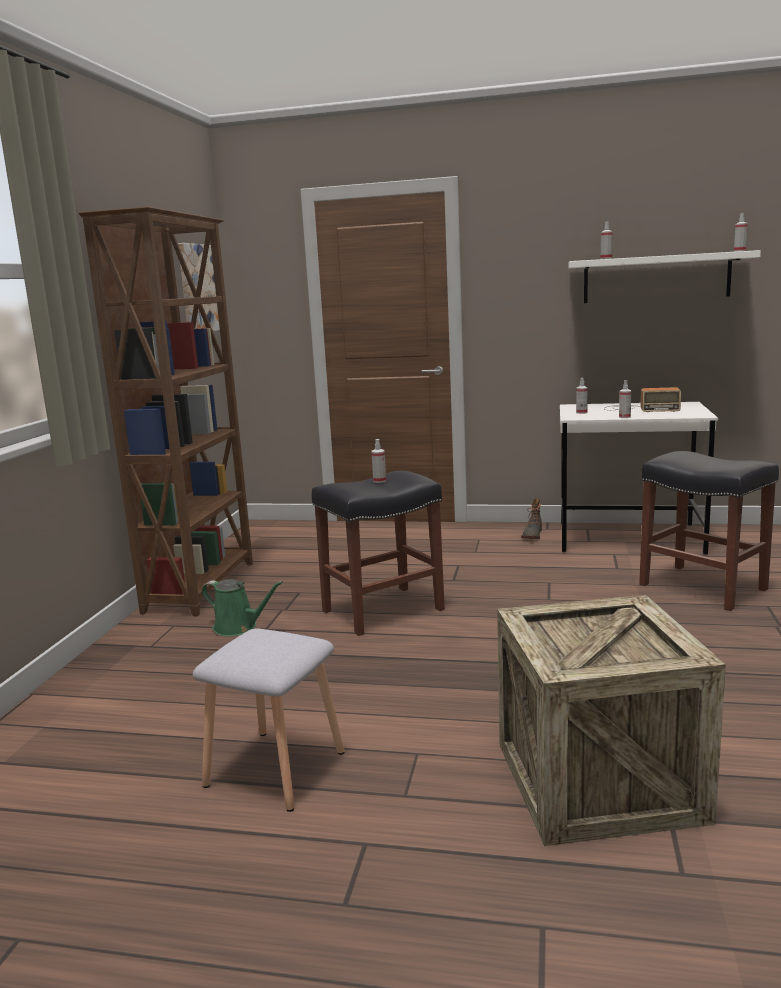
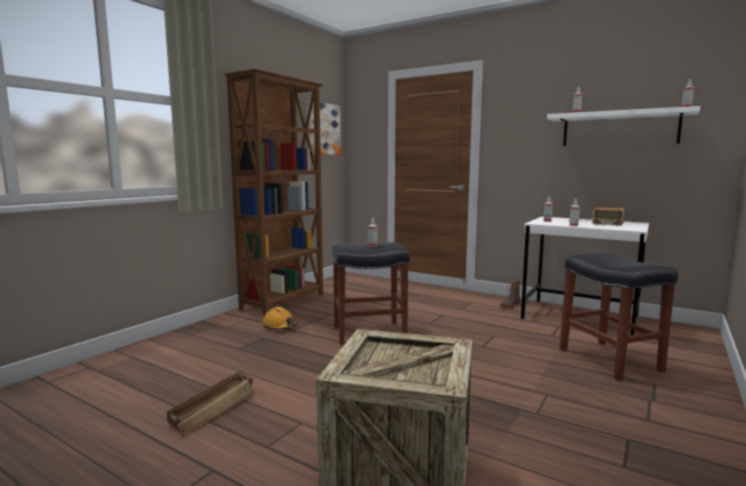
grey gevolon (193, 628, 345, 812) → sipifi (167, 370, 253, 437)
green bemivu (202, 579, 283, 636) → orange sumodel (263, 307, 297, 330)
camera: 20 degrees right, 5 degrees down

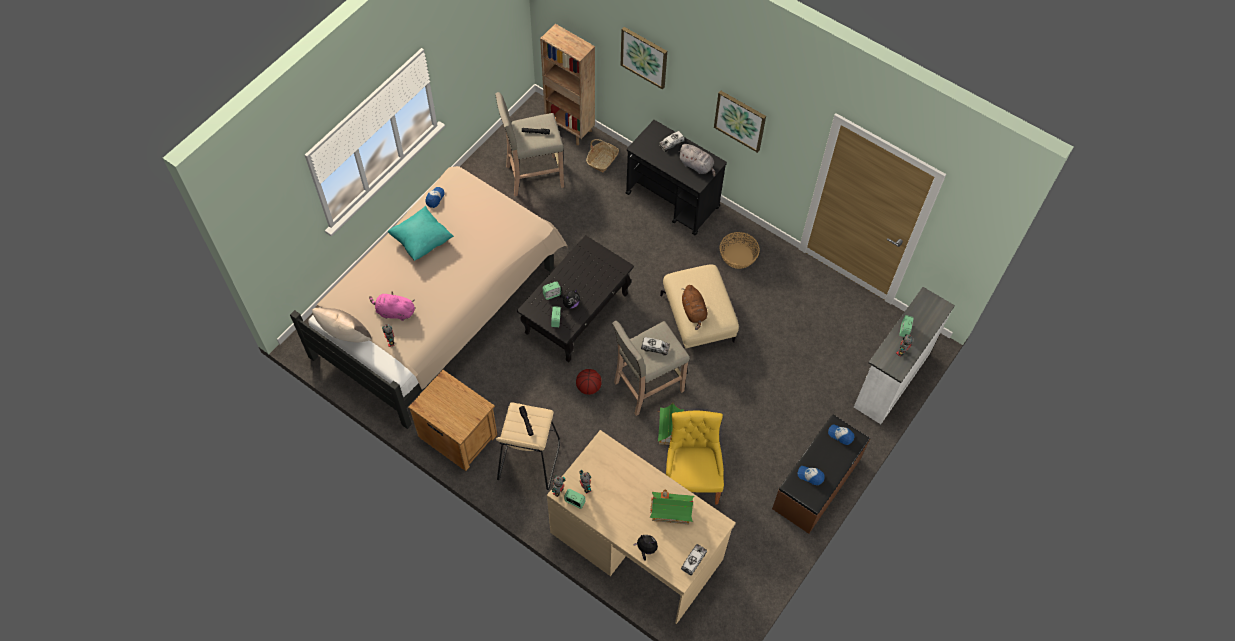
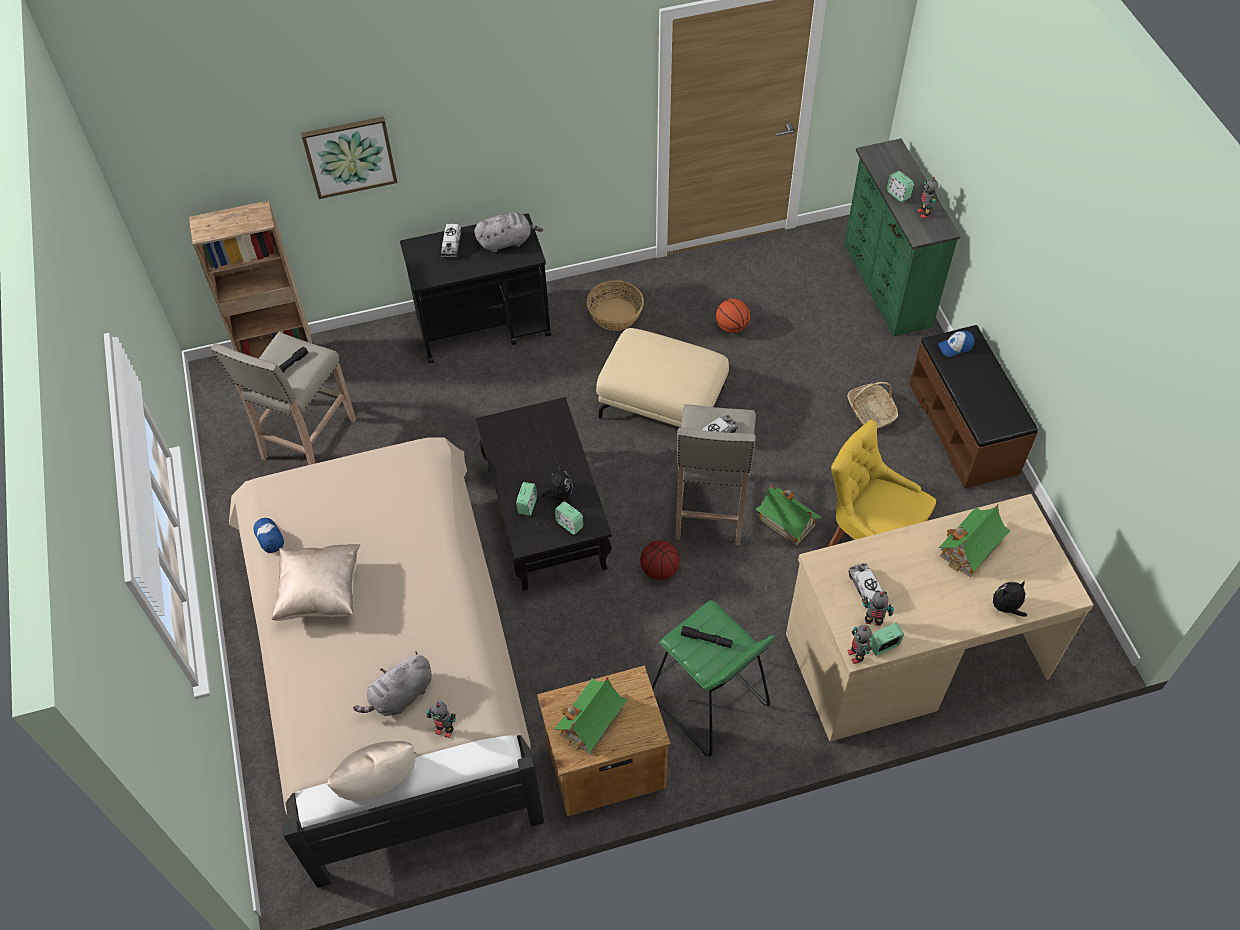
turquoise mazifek (388, 206, 454, 261) → beige mazifek (271, 544, 360, 621)
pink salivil (369, 291, 415, 321) → grey salivil (353, 651, 431, 716)
- → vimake (554, 677, 628, 755)
beige gevolon (496, 402, 560, 490) → green gevolon (652, 600, 775, 756)
- → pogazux (716, 299, 750, 333)
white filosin (854, 287, 955, 424) → green filosin (844, 139, 961, 337)
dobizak (586, 139, 619, 172) → dobizak (847, 382, 898, 429), moved
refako (681, 544, 707, 576) → refako (848, 563, 883, 609), moved
brown salivil (681, 285, 707, 330) → -
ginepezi (714, 91, 766, 153) → -
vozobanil (798, 466, 825, 485) → -
camera: 50 degrees left, 5 degrees down

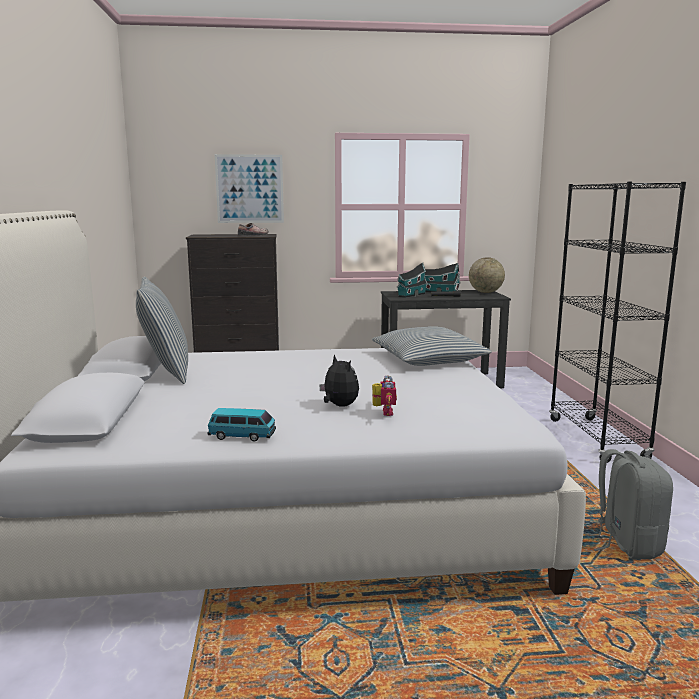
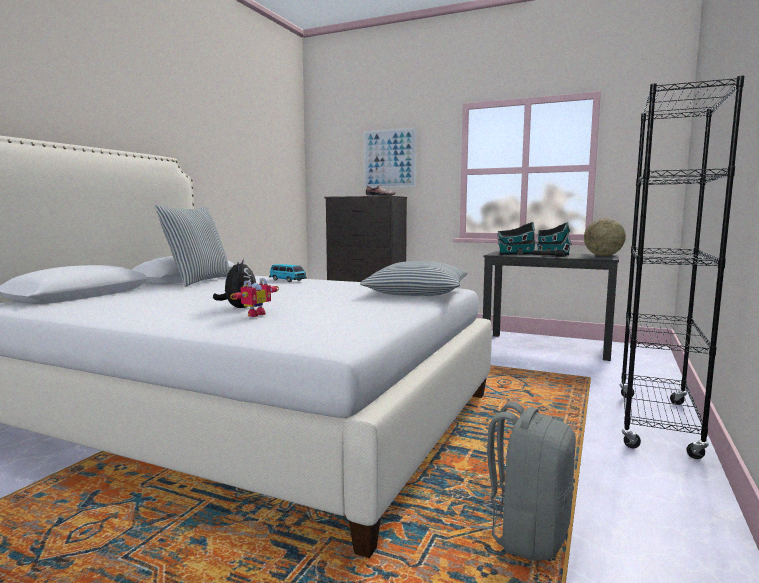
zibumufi (207, 408, 276, 442) → zibumufi (269, 264, 307, 282), moved
camera: 30 degrees right, 5 degrees down

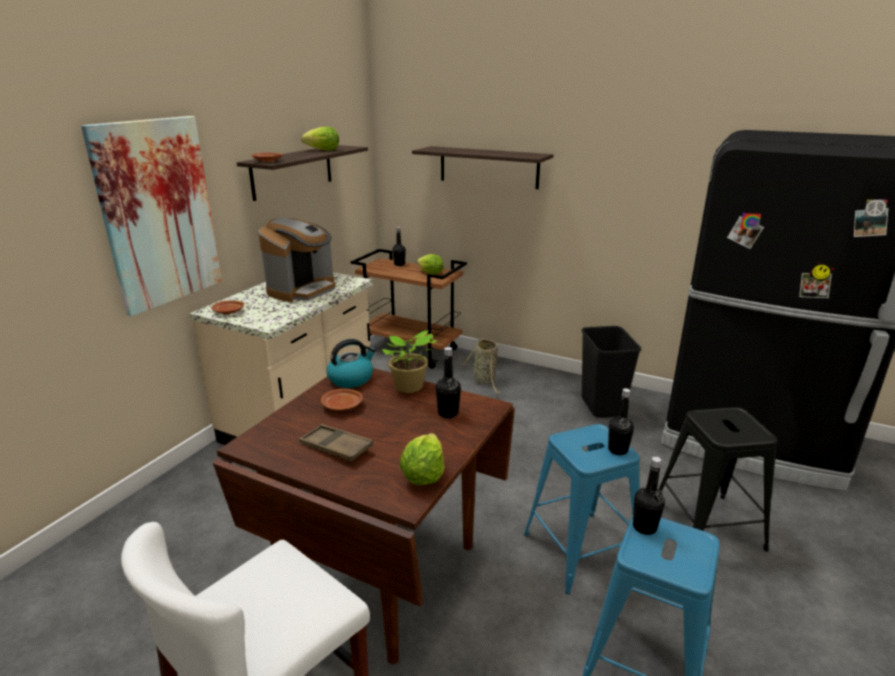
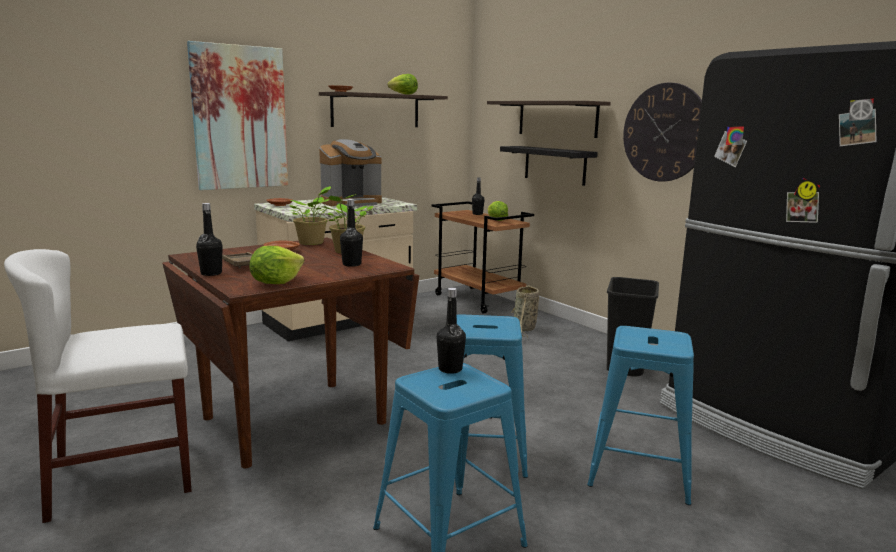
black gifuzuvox (608, 388, 634, 455) → black gifuzuvox (196, 203, 222, 276), moved
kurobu (327, 339, 376, 388) → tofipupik (290, 186, 331, 245)
- → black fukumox (500, 146, 598, 186)
black gevolon (659, 407, 777, 552) → blue gevolon (587, 326, 694, 505)
- → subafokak (623, 83, 702, 182)
camera: 25 degrees right, 10 degrees down

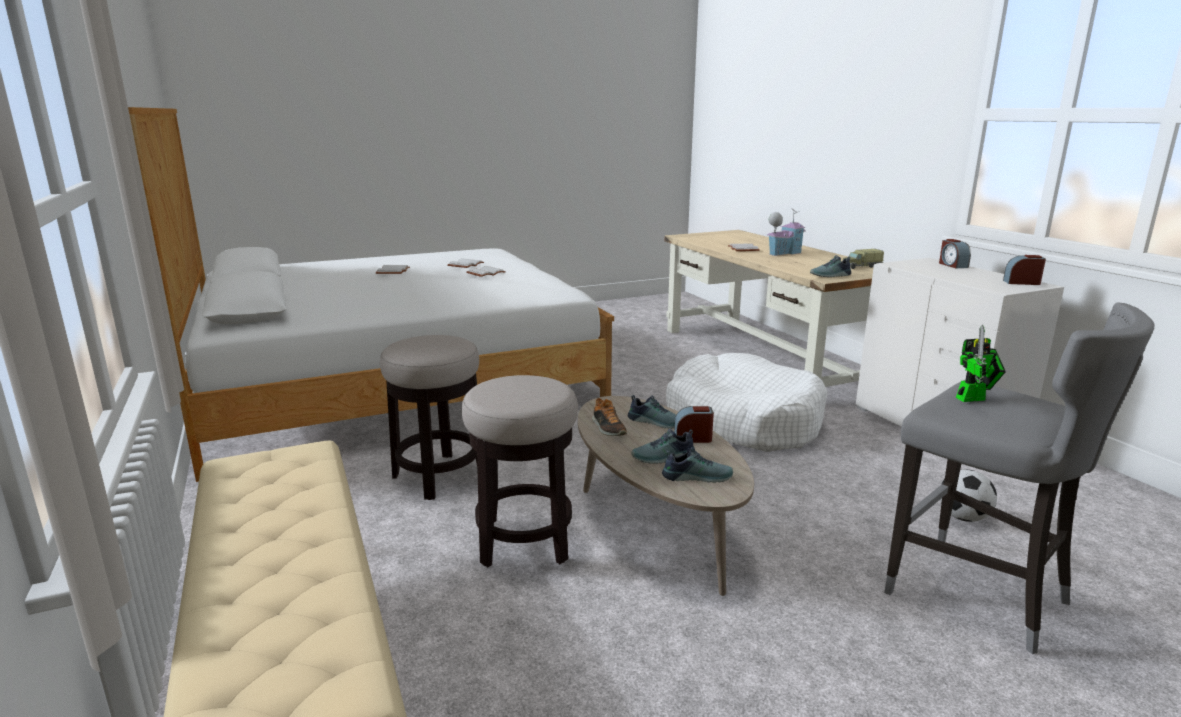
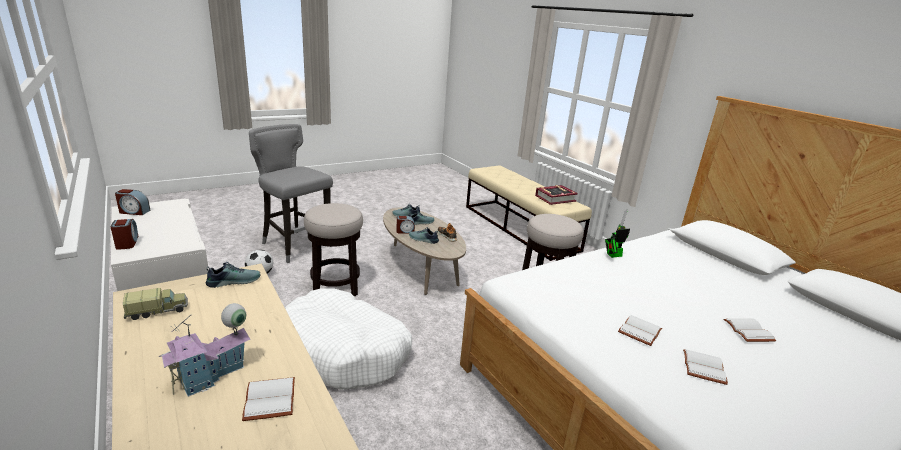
gevolon (462, 375, 578, 567) → gevolon (304, 203, 363, 297), moved
- → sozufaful (535, 185, 578, 205)
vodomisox (956, 325, 1006, 402) → vodomisox (605, 209, 630, 258), moved
camera: 170 degrees right, 5 degrees up

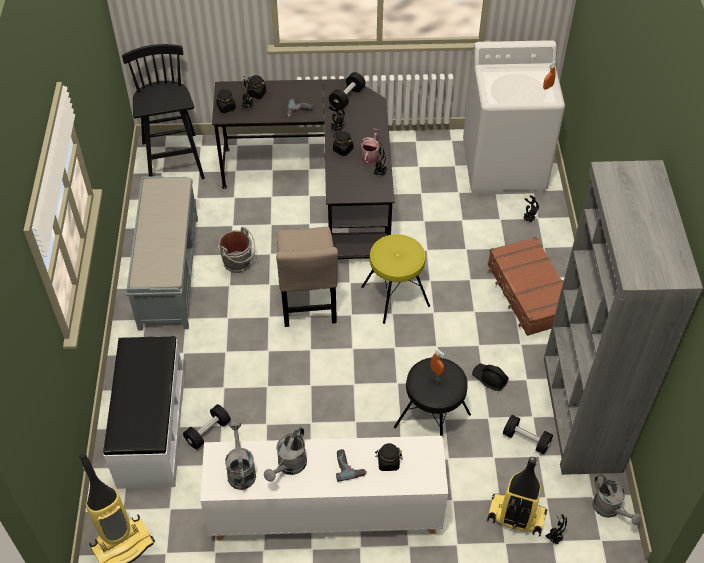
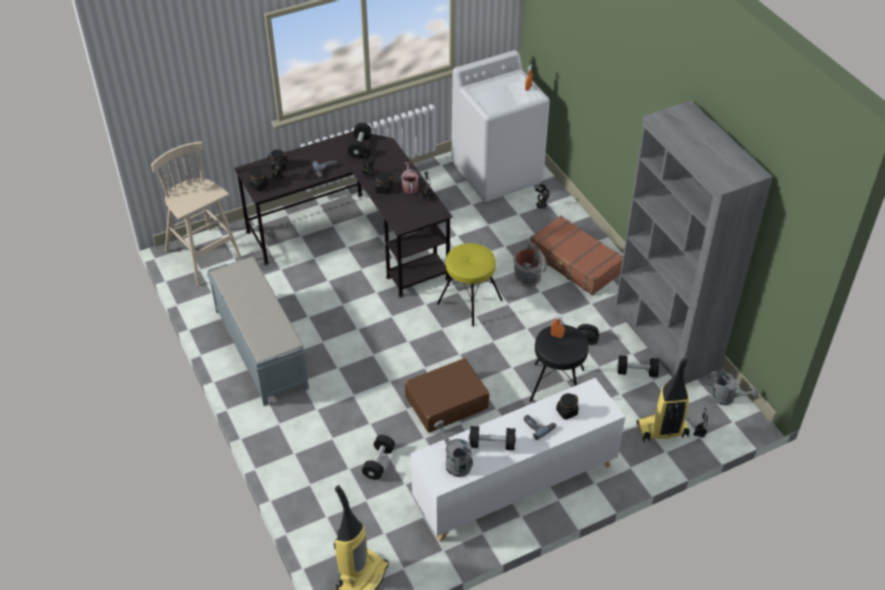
black gevolon (122, 44, 205, 179) → beige gevolon (151, 141, 242, 286)
- → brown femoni (405, 358, 490, 432)
grey bemivu (264, 427, 307, 482) → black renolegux (469, 426, 516, 450)
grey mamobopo (218, 227, 255, 273) → grey mamobopo (513, 243, 547, 287), moved
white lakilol (103, 336, 185, 489) → -
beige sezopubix (276, 227, 338, 327) → -
camera: 25 degrees left, 5 degrees down

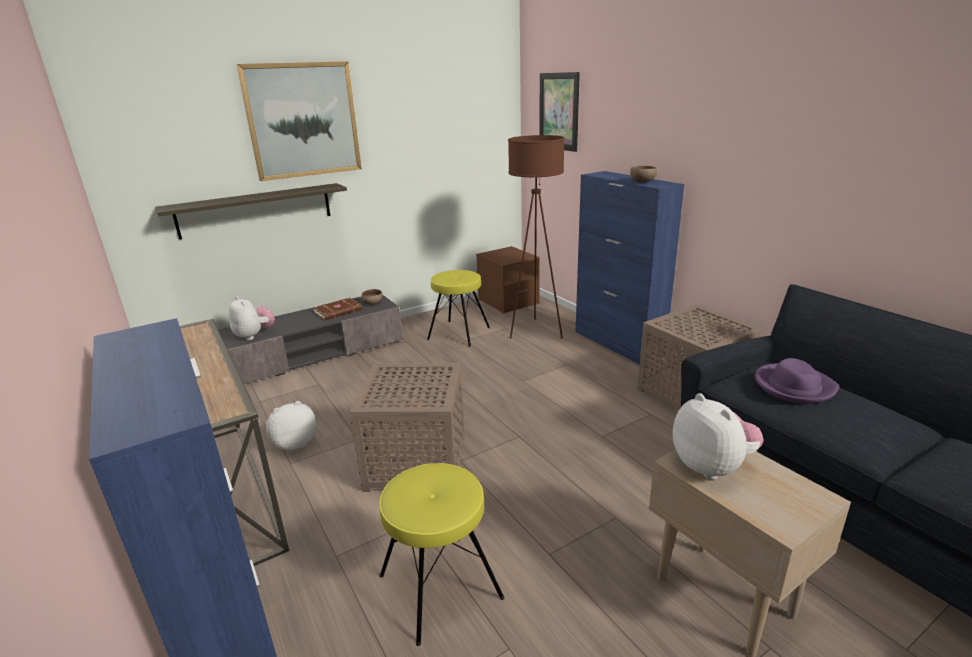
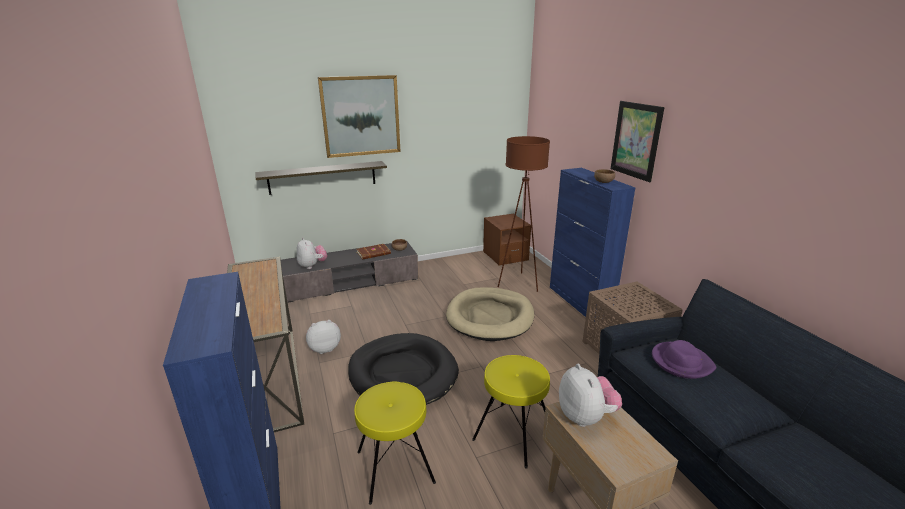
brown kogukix (350, 363, 465, 492) → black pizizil (348, 333, 459, 405)
- → beige pizizil (446, 287, 534, 341)
yellow gevolon (427, 270, 490, 347) → yellow gevolon (472, 355, 550, 469), moved
ginepezi (539, 72, 580, 152) → ginepezi (611, 101, 665, 182), moved
camera: 10 degrees right, 0 degrees up

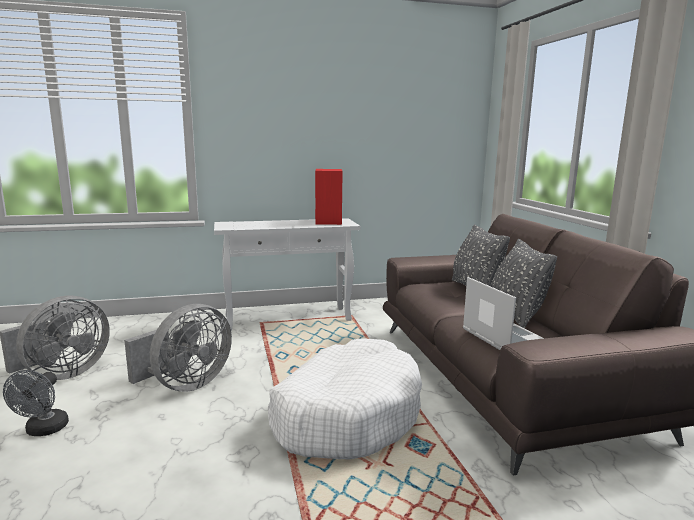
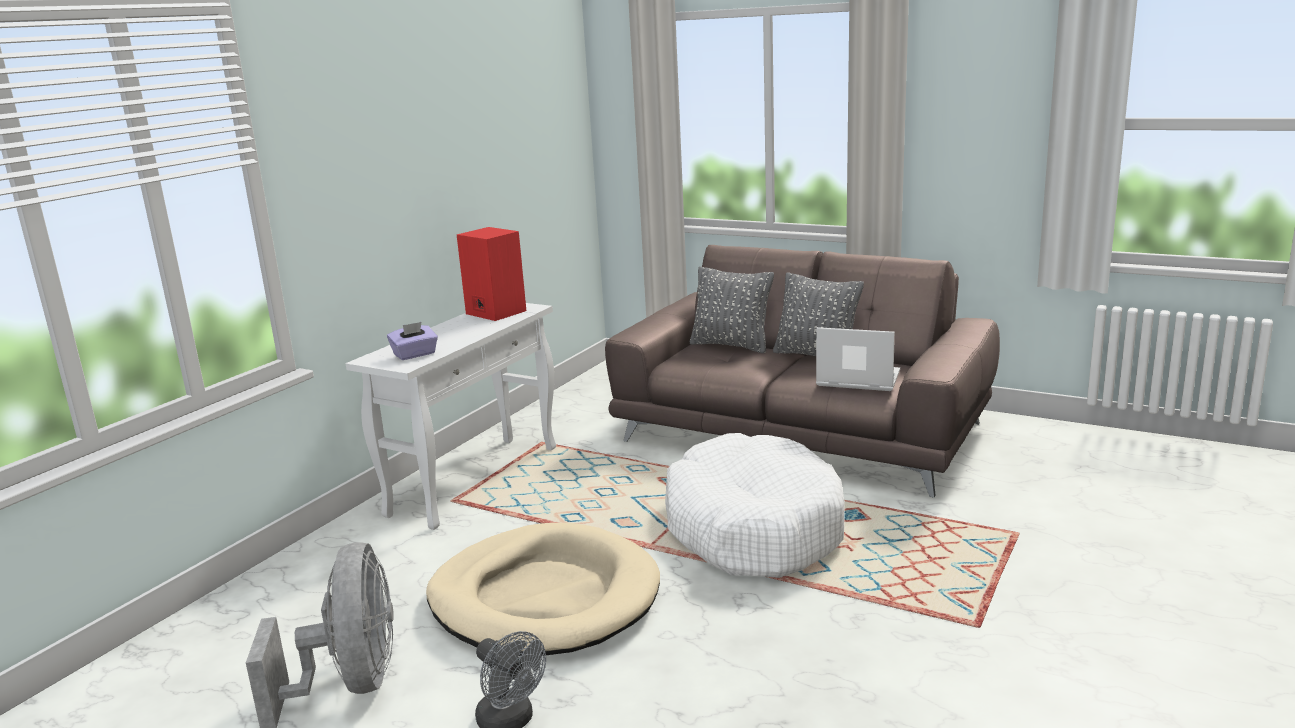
- → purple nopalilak (387, 322, 438, 360)
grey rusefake (124, 304, 232, 392) → beige pizizil (426, 523, 660, 656)
camera: 45 degrees left, 5 degrees up

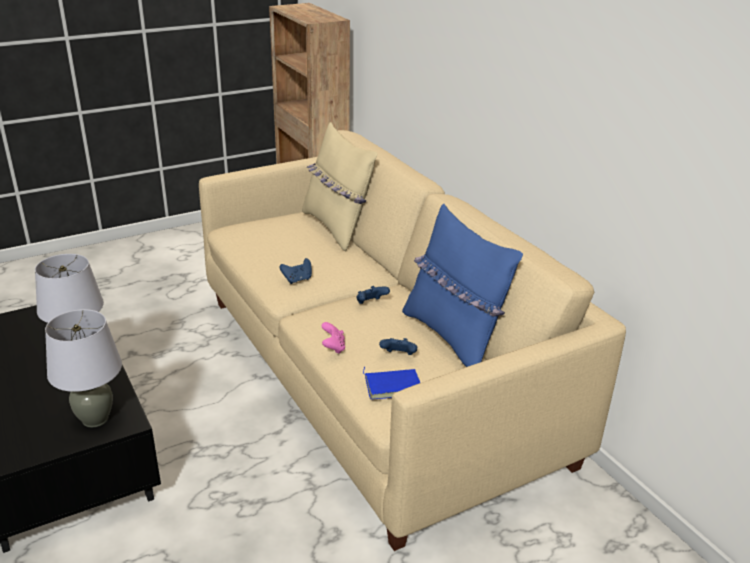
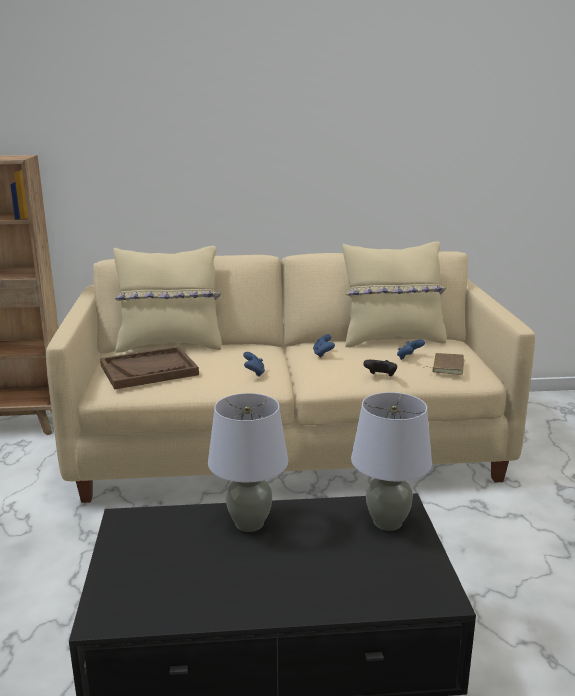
- → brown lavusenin (100, 346, 199, 390)
blue mazifek (402, 203, 523, 367) → beige mazifek (343, 241, 447, 347)
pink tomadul (321, 322, 345, 354) → black tomadul (363, 360, 397, 376)
blue sozufaful (363, 367, 420, 399) → brown sozufaful (423, 353, 464, 375)
camera: 65 degrees left, 10 degrees down

